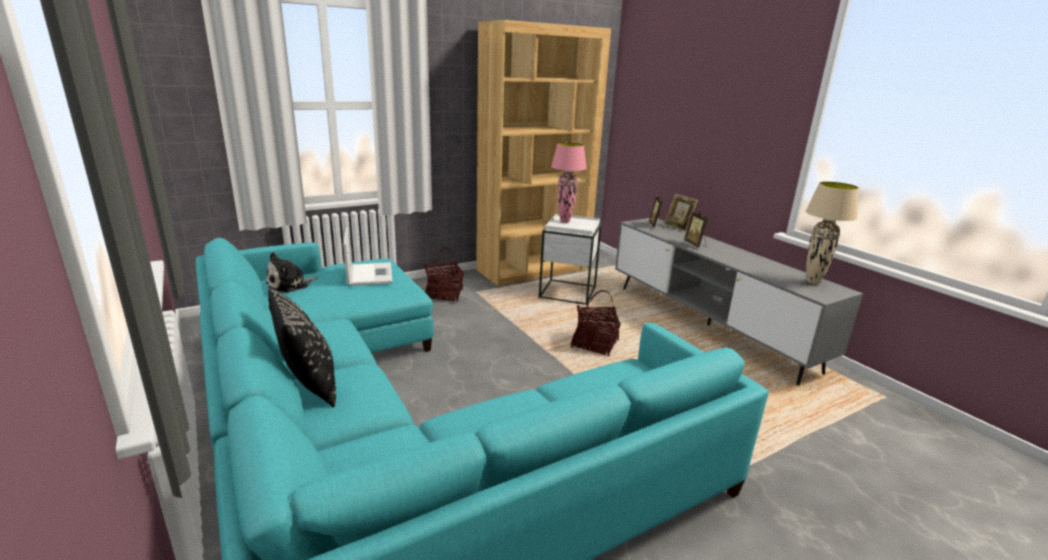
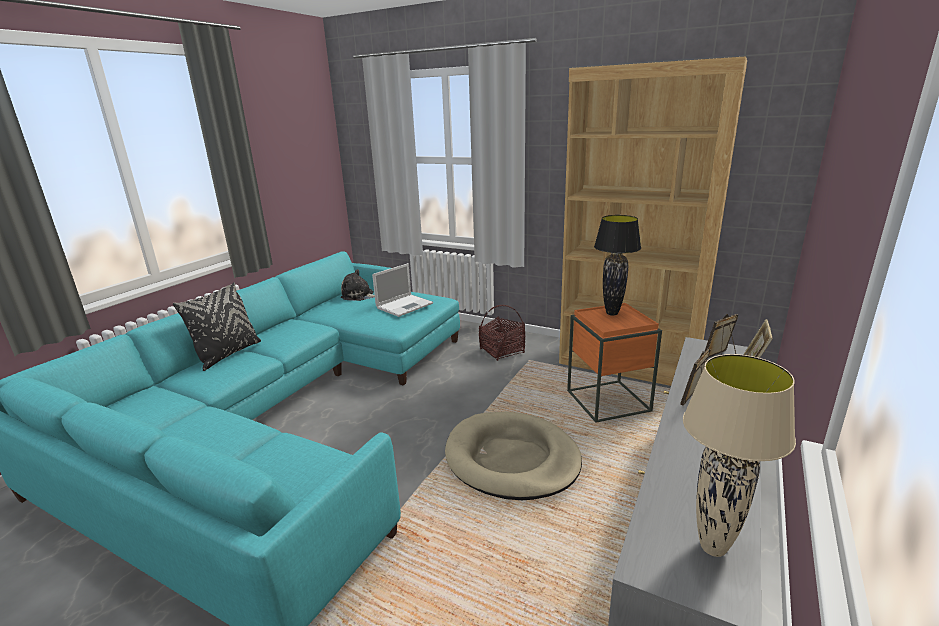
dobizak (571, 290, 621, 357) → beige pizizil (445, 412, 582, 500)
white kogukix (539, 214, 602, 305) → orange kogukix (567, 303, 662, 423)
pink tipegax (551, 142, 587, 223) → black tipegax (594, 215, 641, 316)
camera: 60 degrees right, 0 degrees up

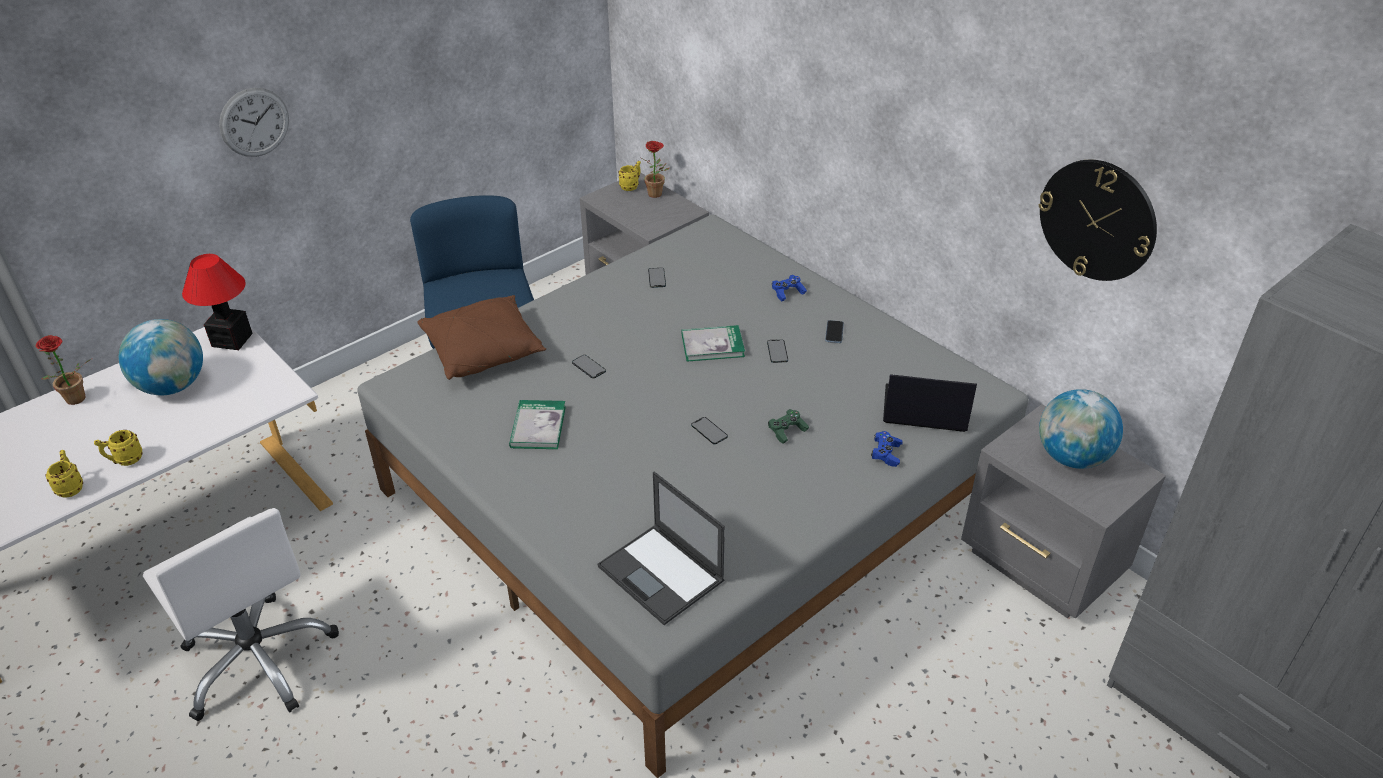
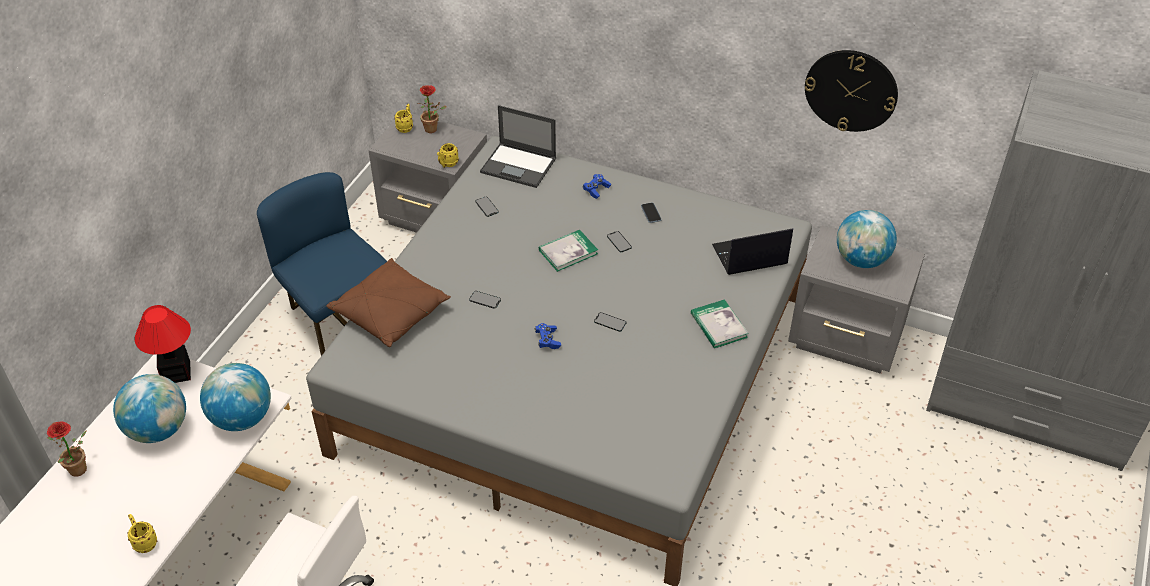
- → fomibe (200, 363, 271, 431)
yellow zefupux (94, 430, 143, 466) → yellow zefupux (437, 143, 459, 168), moved
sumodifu (598, 472, 725, 625) → sumodifu (480, 105, 556, 188), moved
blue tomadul (871, 431, 903, 467) → blue tomadul (534, 323, 561, 349), moved
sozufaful (509, 400, 566, 449) → sozufaful (691, 299, 748, 349), moved
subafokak (219, 88, 289, 157) → -
green tomadul (768, 409, 809, 444) → -
camera: 25 degrees left, 5 degrees up

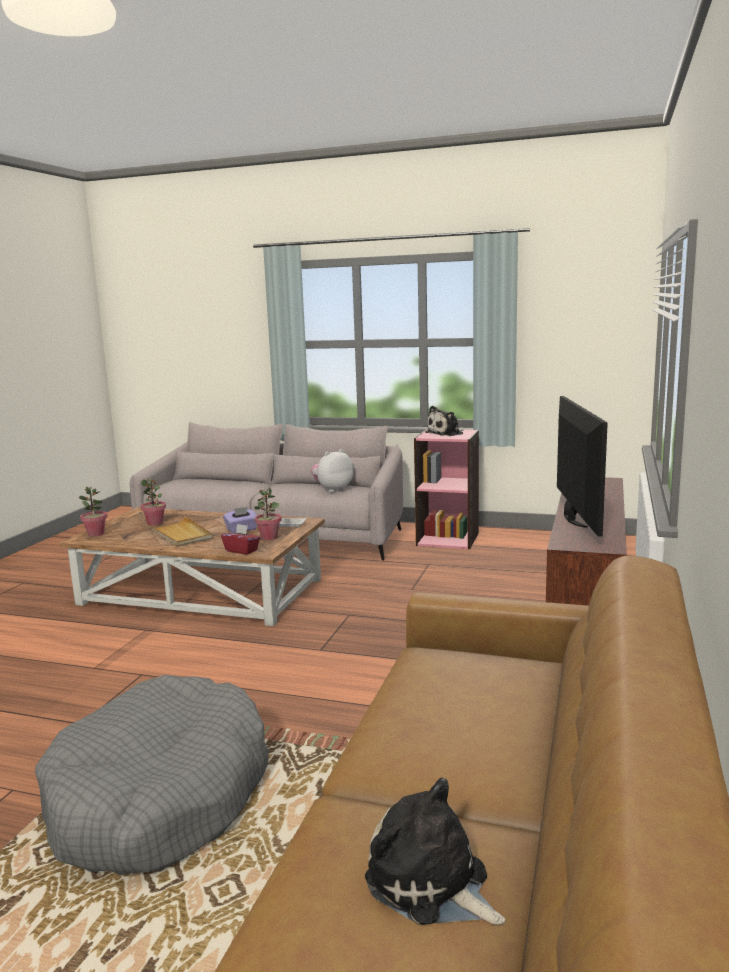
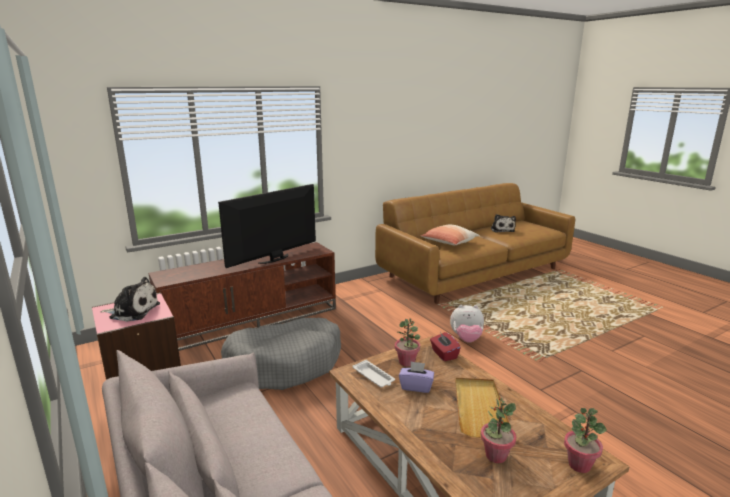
grey pizizil (35, 675, 269, 875) → grey pizizil (221, 318, 341, 390), moved
- → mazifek (420, 225, 479, 245)
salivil (311, 449, 353, 493) → salivil (450, 305, 484, 343), moved
camera: 140 degrees left, 5 degrees up

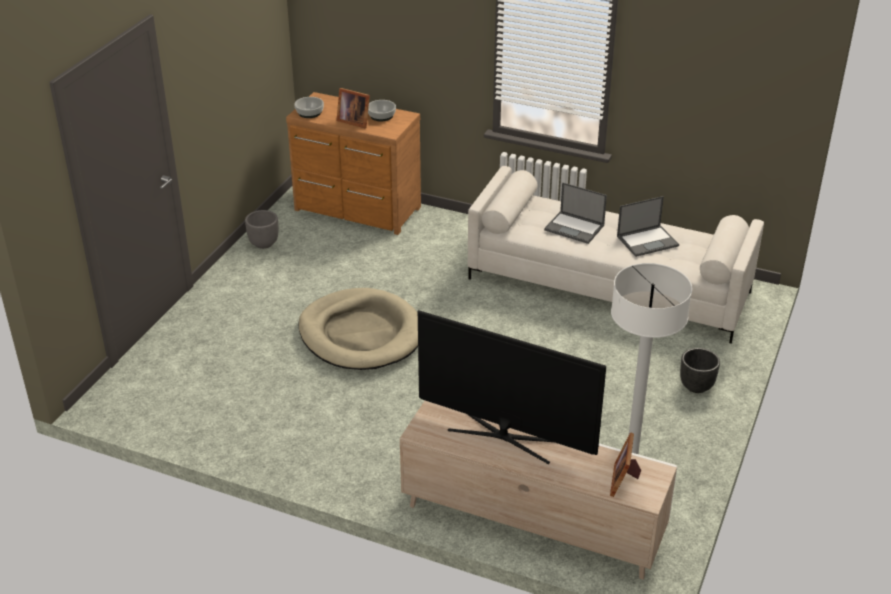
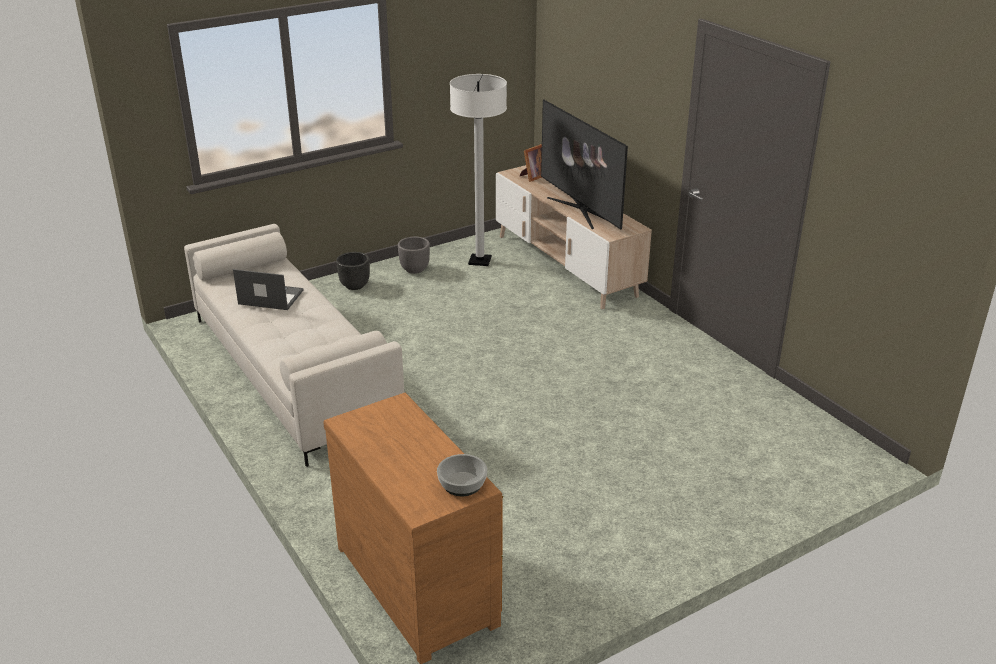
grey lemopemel (245, 210, 278, 249) → grey lemopemel (398, 237, 430, 274), moved
beige pizizil (298, 288, 418, 370) → -
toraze (336, 88, 370, 128) → -
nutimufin (368, 100, 396, 122) → -
sumodifu (544, 182, 607, 244) → -
camera: 145 degrees left, 5 degrees down

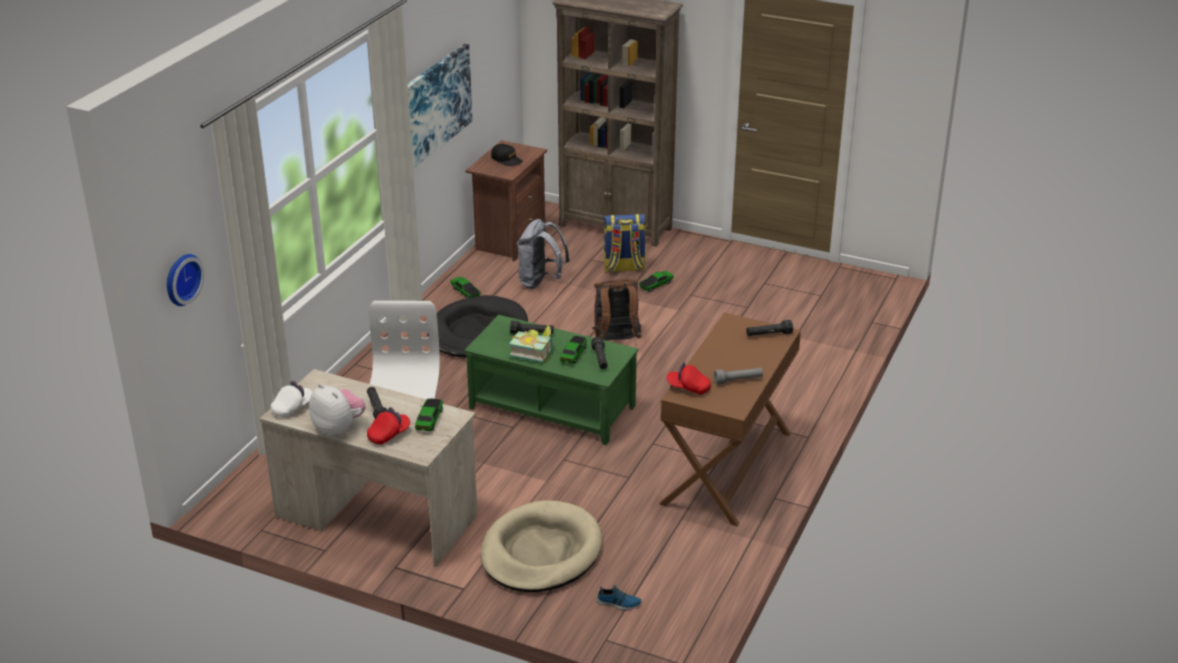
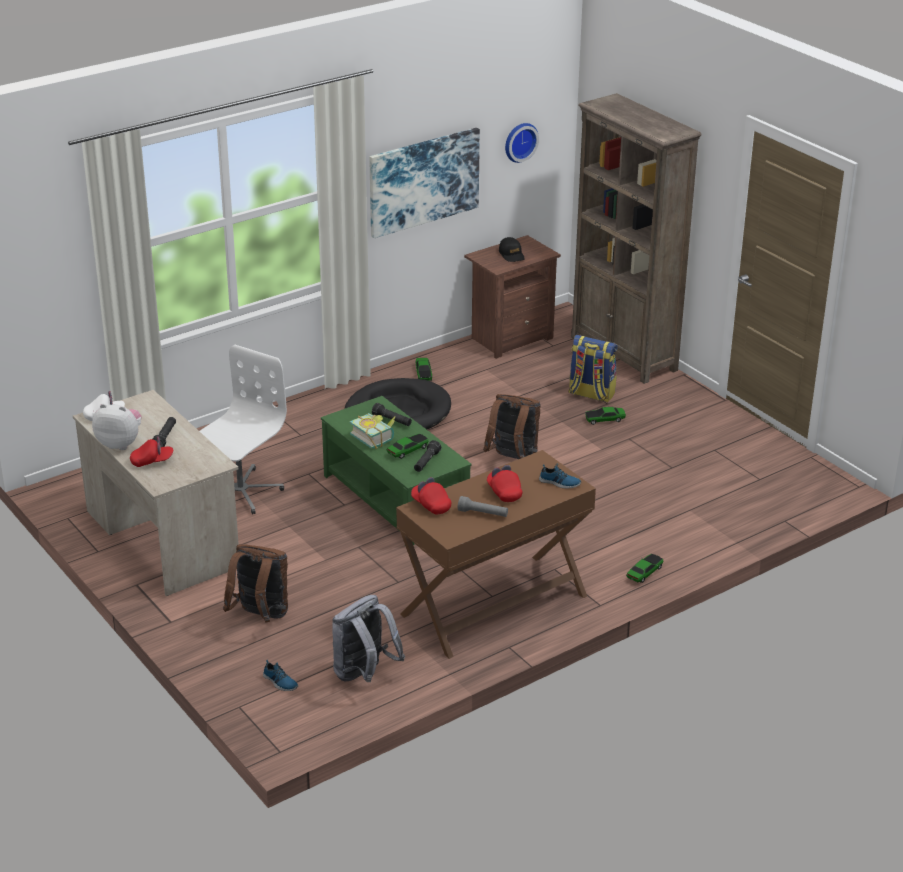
salivil (309, 384, 366, 437) → salivil (92, 404, 142, 450), 60 degrees counterclockwise
beige pizizil (481, 500, 602, 592) → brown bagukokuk (223, 544, 288, 622)
grey bagukokuk (517, 219, 570, 289) → grey bagukokuk (332, 595, 405, 682), moved
- → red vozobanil (487, 465, 523, 502)
subafokak (167, 254, 205, 306) → subafokak (505, 123, 539, 163), moved
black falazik (746, 320, 793, 336) → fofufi (539, 463, 581, 489)
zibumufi (415, 399, 443, 431) → zibumufi (626, 554, 663, 583), moved
camera: 30 degrees right, 0 degrees up

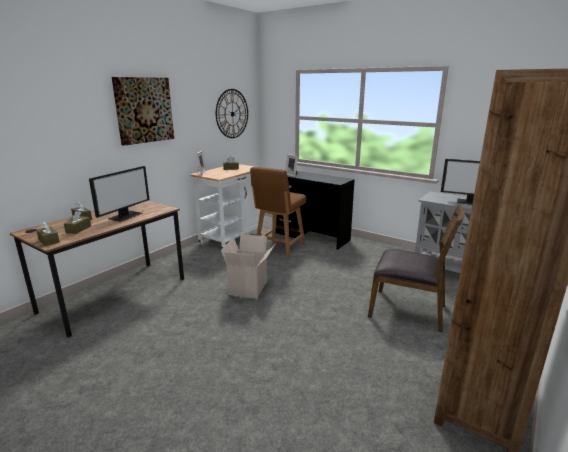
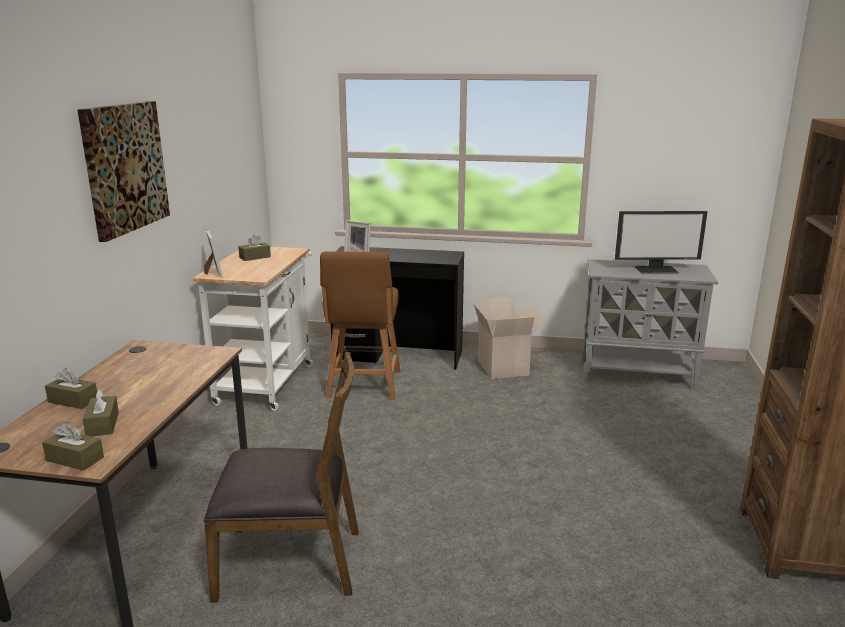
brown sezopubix (368, 204, 465, 332) → brown sezopubix (204, 351, 359, 603), moved
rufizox (221, 234, 275, 298) → rufizox (474, 297, 545, 379), moved
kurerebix (89, 166, 150, 222) → -
subafokak (216, 89, 248, 138) → -
camera: 25 degrees left, 0 degrees up

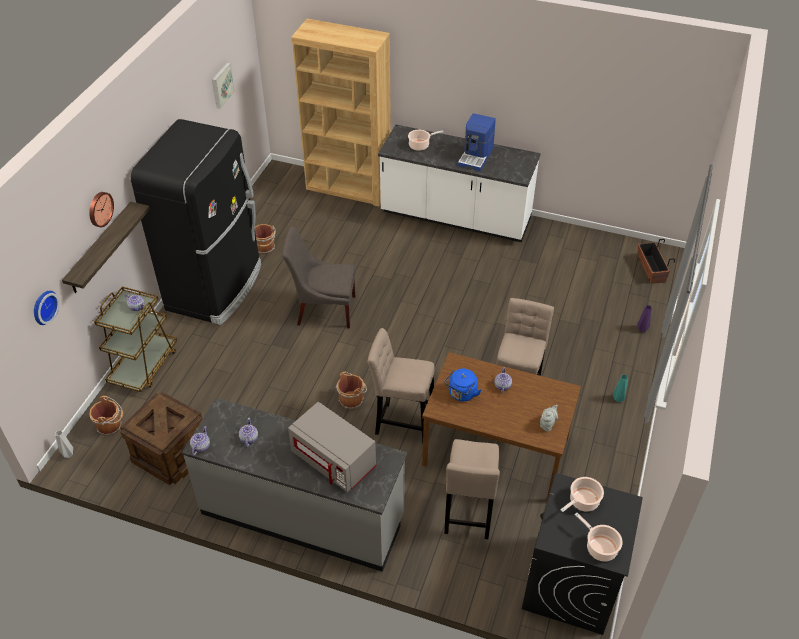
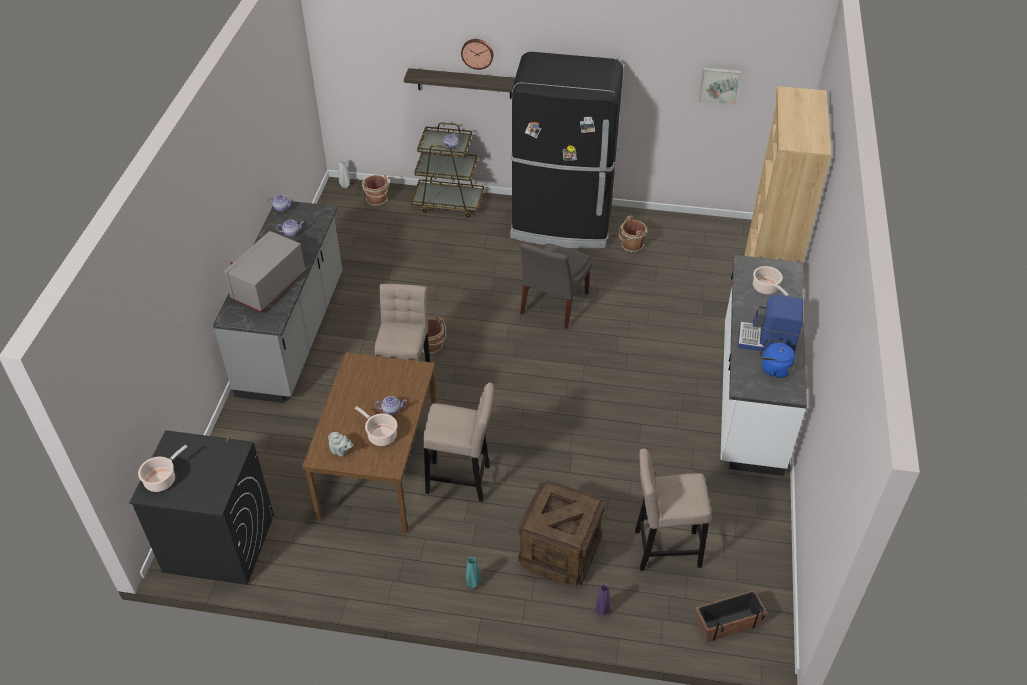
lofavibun (561, 477, 604, 512) → lofavibun (355, 406, 397, 446), moved
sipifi (120, 392, 202, 485) → sipifi (518, 480, 605, 586), moved
grey sezopubix (282, 226, 356, 328) → grey sezopubix (520, 242, 592, 329), 150 degrees counterclockwise
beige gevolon (444, 439, 500, 539) → beige gevolon (635, 449, 711, 571), moved
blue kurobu (444, 369, 482, 401) → blue kurobu (760, 338, 795, 378), moved
subafokak (34, 291, 60, 325) → -
camera: 80 degrees right, 0 degrees up

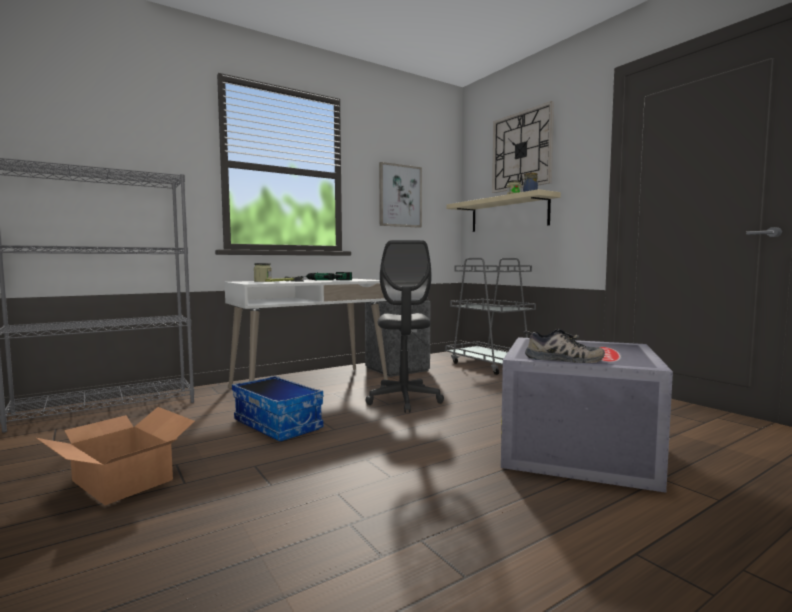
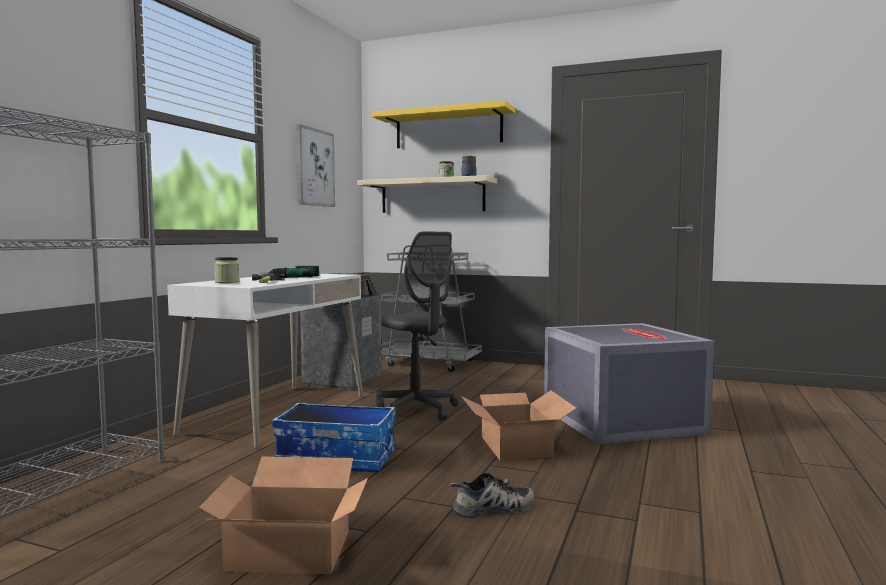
subafokak (492, 101, 554, 193) → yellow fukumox (372, 101, 515, 148)
fofufi (523, 329, 605, 363) → fofufi (450, 473, 535, 518), moved
- → rufizox (461, 390, 576, 460)
camera: 35 degrees left, 0 degrees up

